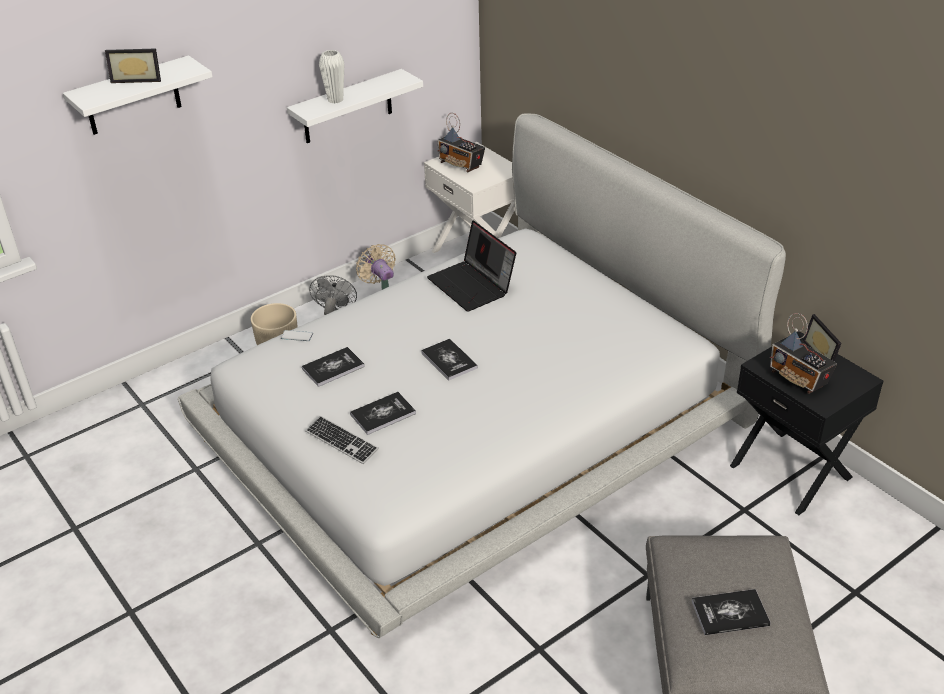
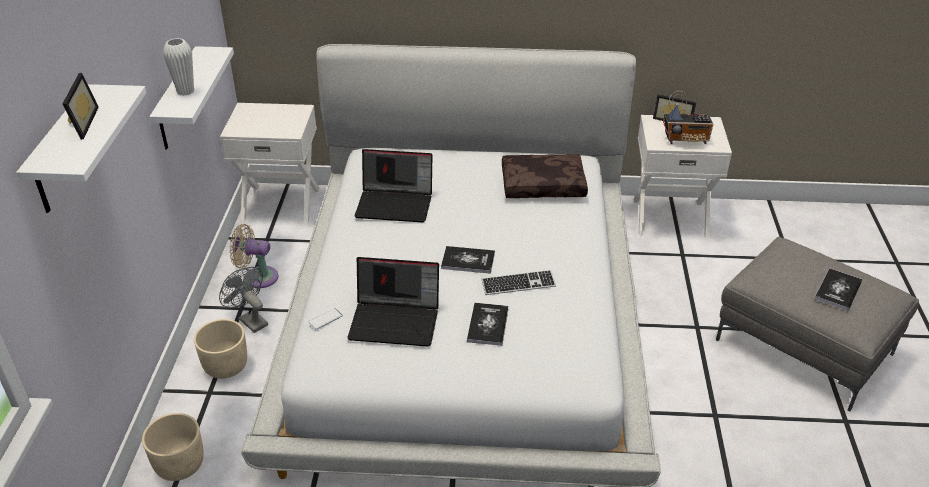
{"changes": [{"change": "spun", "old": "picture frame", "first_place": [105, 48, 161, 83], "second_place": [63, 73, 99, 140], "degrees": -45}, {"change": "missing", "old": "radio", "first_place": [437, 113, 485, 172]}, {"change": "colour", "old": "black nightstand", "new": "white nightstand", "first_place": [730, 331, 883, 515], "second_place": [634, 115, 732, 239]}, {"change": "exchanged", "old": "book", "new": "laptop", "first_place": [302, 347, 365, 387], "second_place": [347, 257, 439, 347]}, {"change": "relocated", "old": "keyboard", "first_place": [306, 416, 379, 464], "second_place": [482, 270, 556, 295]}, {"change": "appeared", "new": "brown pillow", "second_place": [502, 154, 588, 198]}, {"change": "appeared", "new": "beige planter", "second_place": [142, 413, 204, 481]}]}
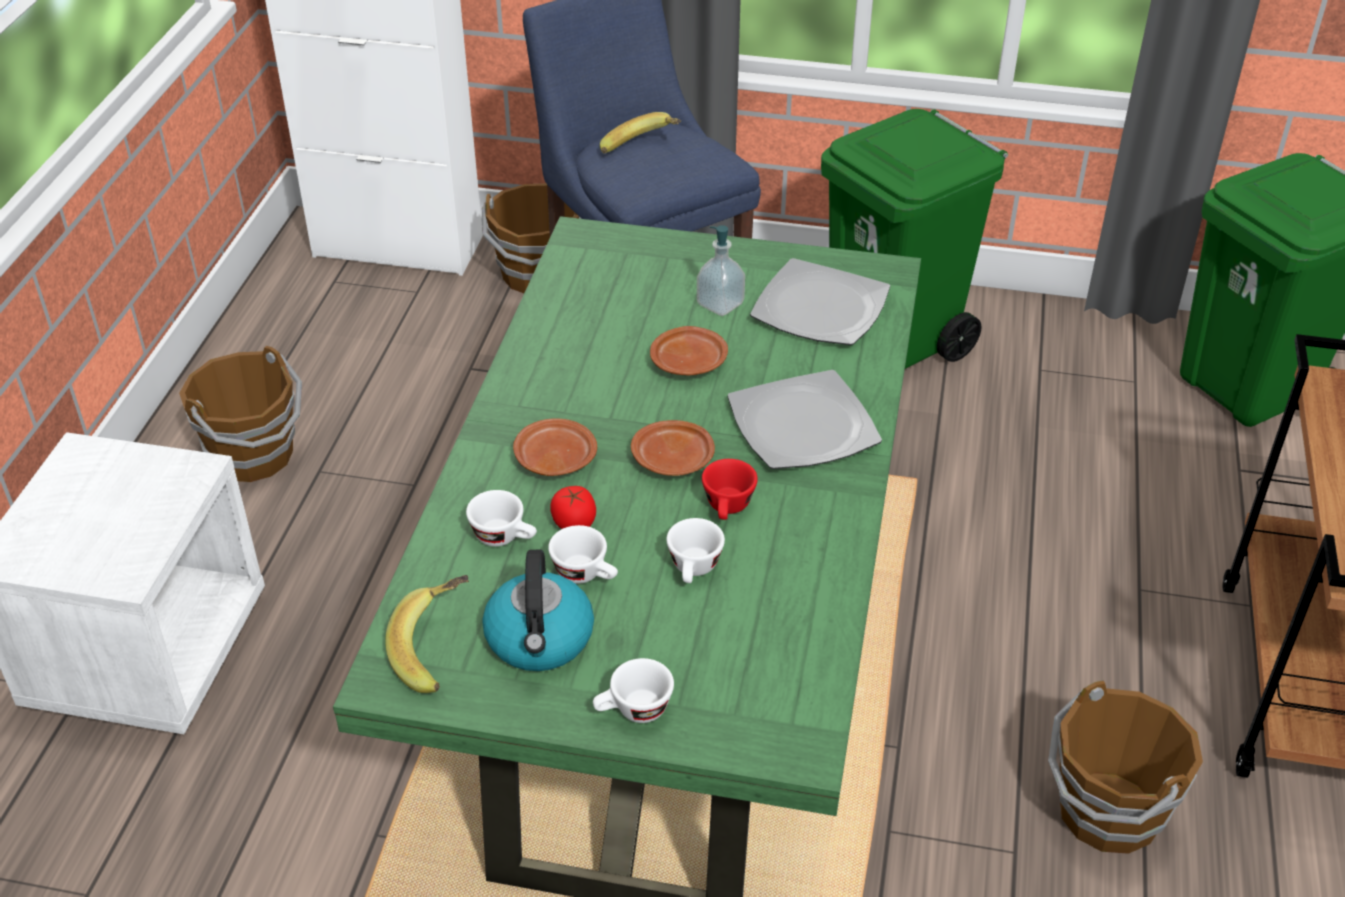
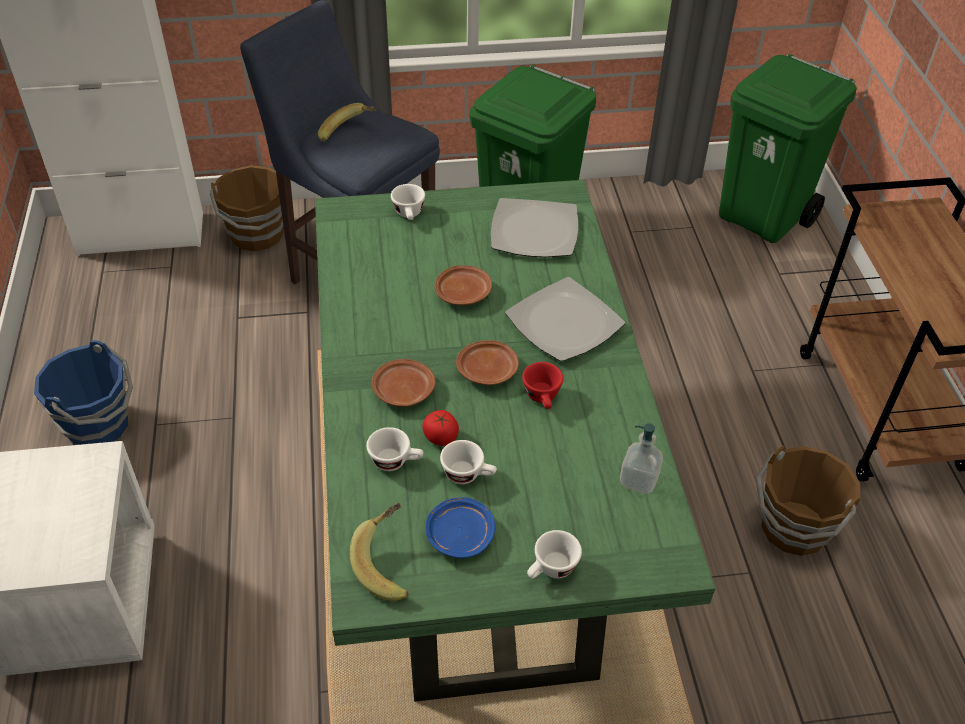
{"changes": [{"change": "relocated", "old": "soap dispenser", "first_place": [697, 225, 745, 316], "second_place": [620, 423, 663, 494]}, {"change": "colour", "old": "brown bucket", "new": "blue bucket", "first_place": [179, 346, 302, 482], "second_place": [34, 340, 133, 445]}, {"change": "relocated", "old": "white cup", "first_place": [666, 518, 725, 583], "second_place": [391, 184, 425, 220]}, {"change": "exchanged", "old": "kettle", "new": "blue plate", "first_place": [482, 550, 594, 671], "second_place": [425, 497, 495, 558]}]}
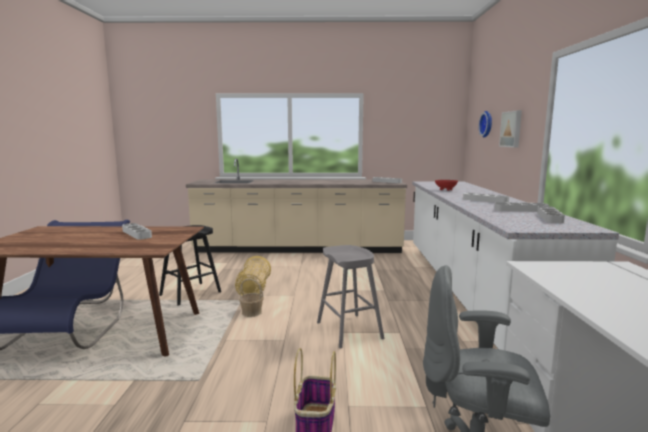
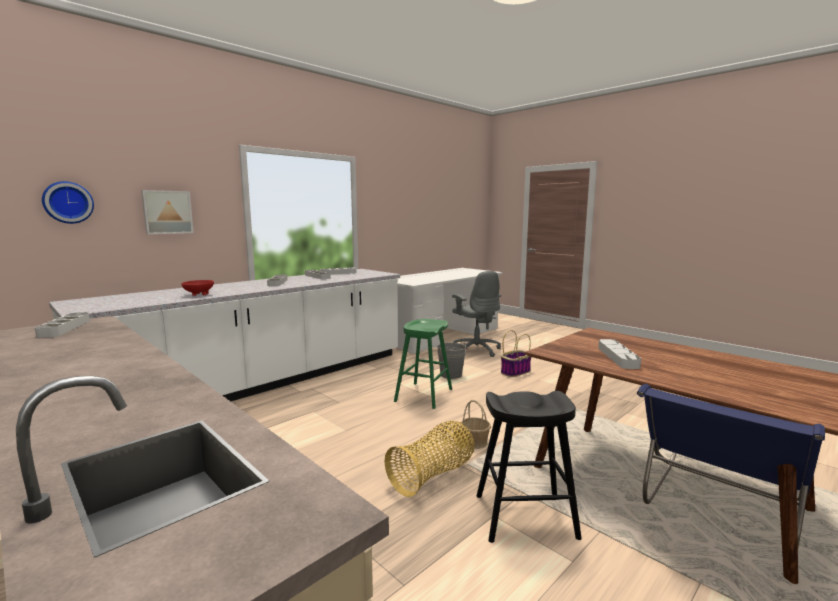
{"changes": [{"change": "colour", "old": "grey stool", "new": "green stool", "first_place": [317, 245, 384, 349], "second_place": [394, 319, 452, 409]}, {"change": "appeared", "new": "grey bucket", "second_place": [437, 343, 466, 379]}]}
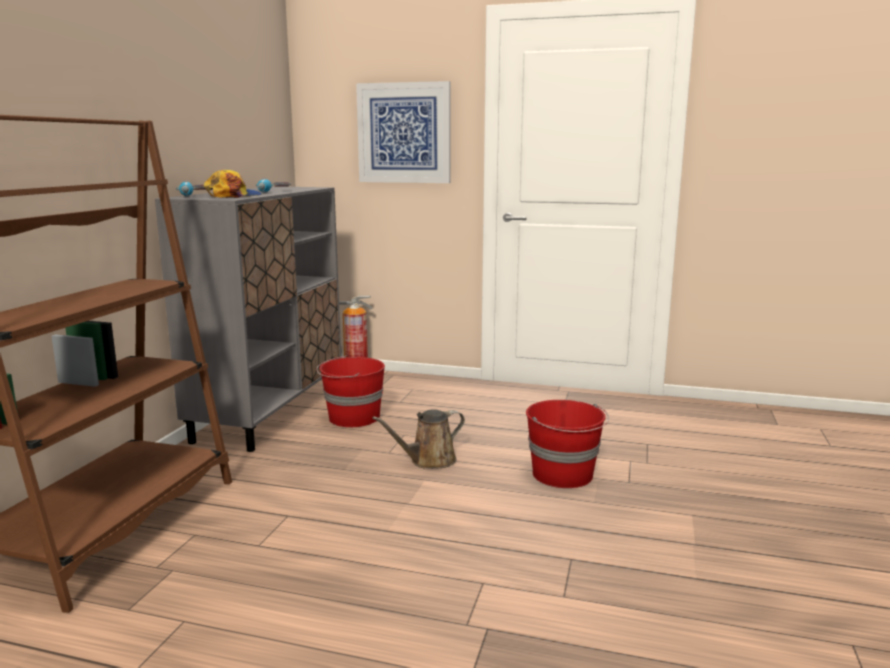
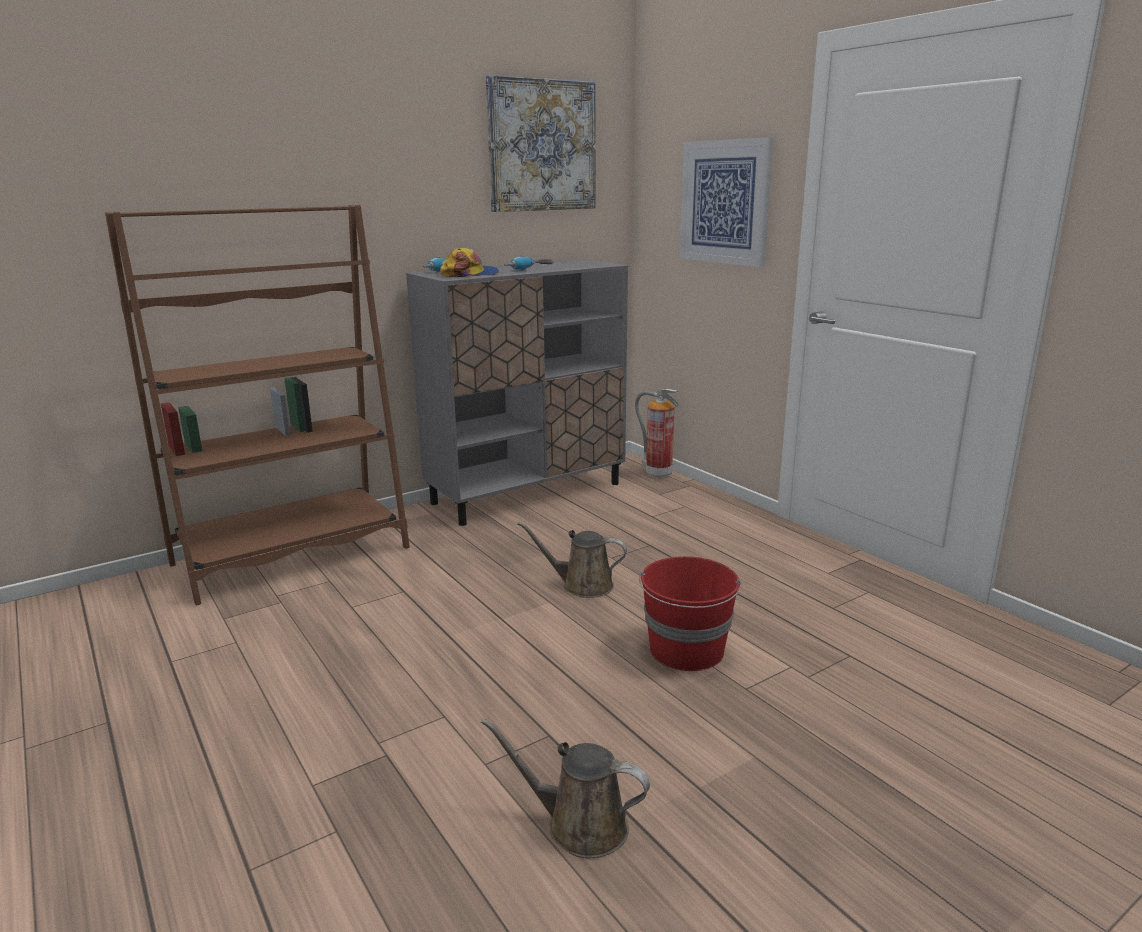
{"changes": [{"change": "missing", "old": "red bucket", "first_place": [316, 355, 385, 427]}, {"change": "appeared", "new": "picture", "second_place": [486, 75, 596, 212]}, {"change": "appeared", "new": "brown watering can", "second_place": [481, 718, 650, 858]}]}
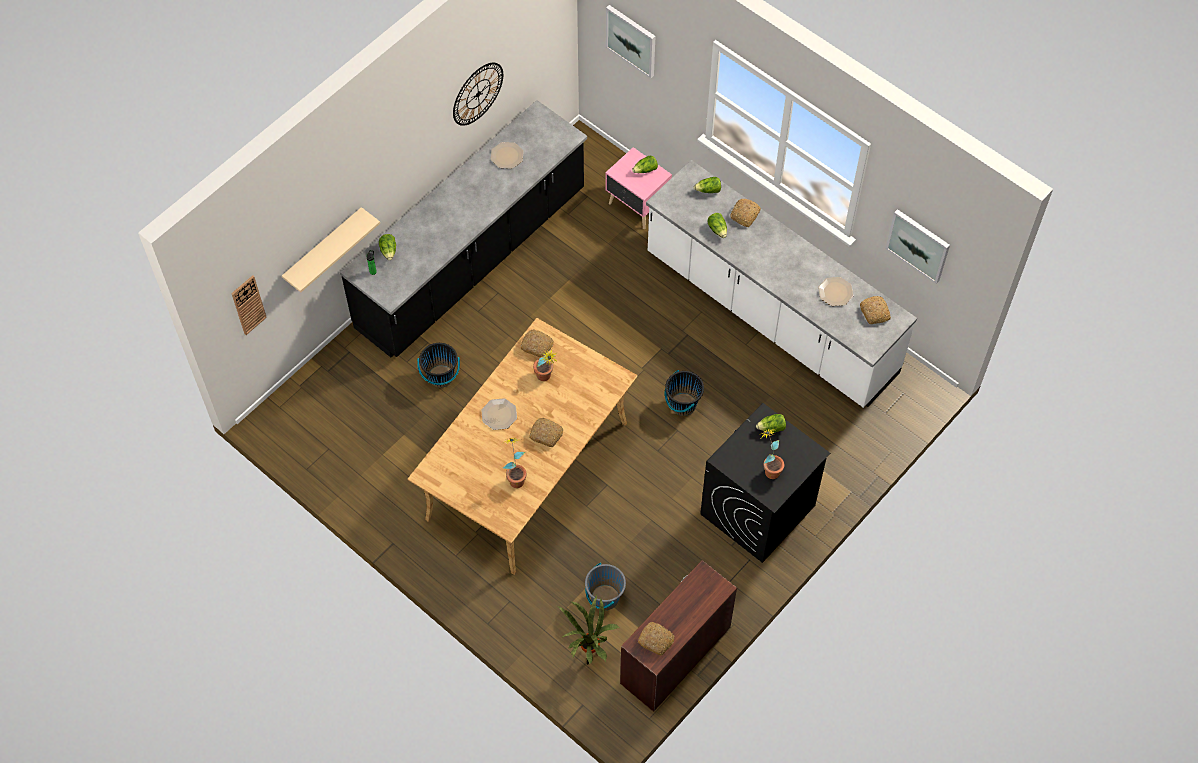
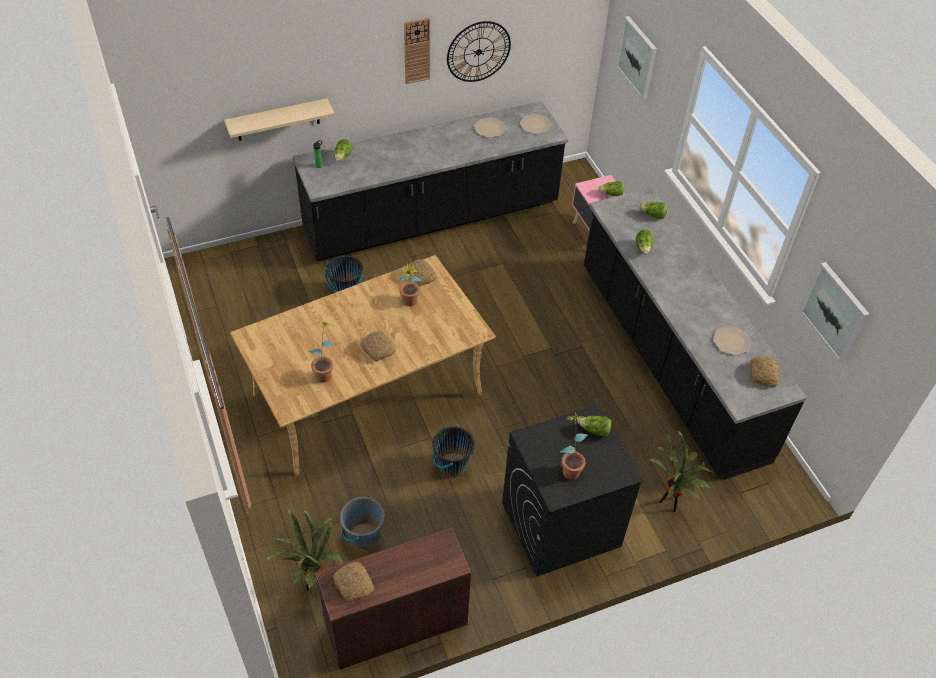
{"changes": [{"change": "colour", "old": "white counter", "new": "black counter", "first_place": [646, 160, 917, 408], "second_place": [584, 188, 807, 480]}, {"change": "missing", "old": "bread", "first_place": [730, 199, 761, 227]}, {"change": "relocated", "old": "wall clock", "first_place": [231, 275, 267, 335], "second_place": [404, 18, 430, 84]}, {"change": "relocated", "old": "black bucket", "first_place": [665, 370, 704, 416], "second_place": [433, 425, 475, 477]}, {"change": "relocated", "old": "plate", "first_place": [481, 398, 517, 430], "second_place": [520, 114, 552, 134]}, {"change": "appeared", "new": "potted plant", "second_place": [647, 430, 712, 512]}]}
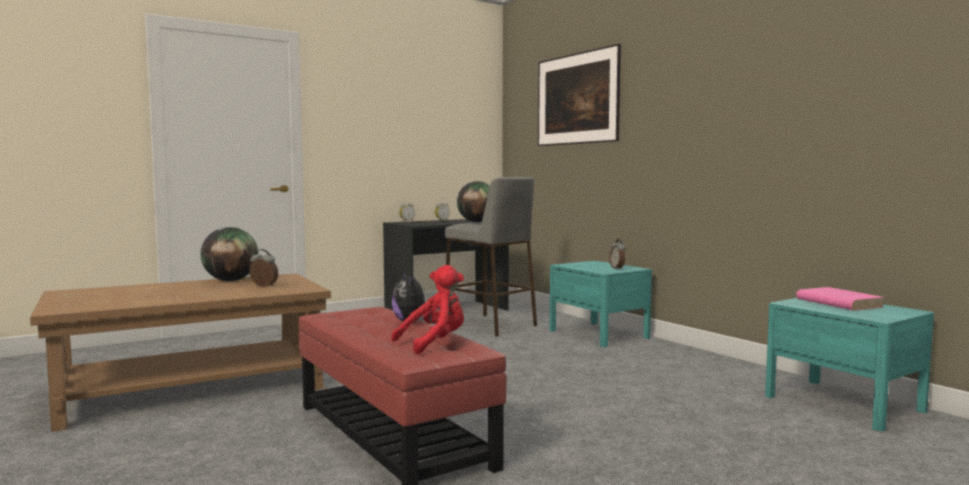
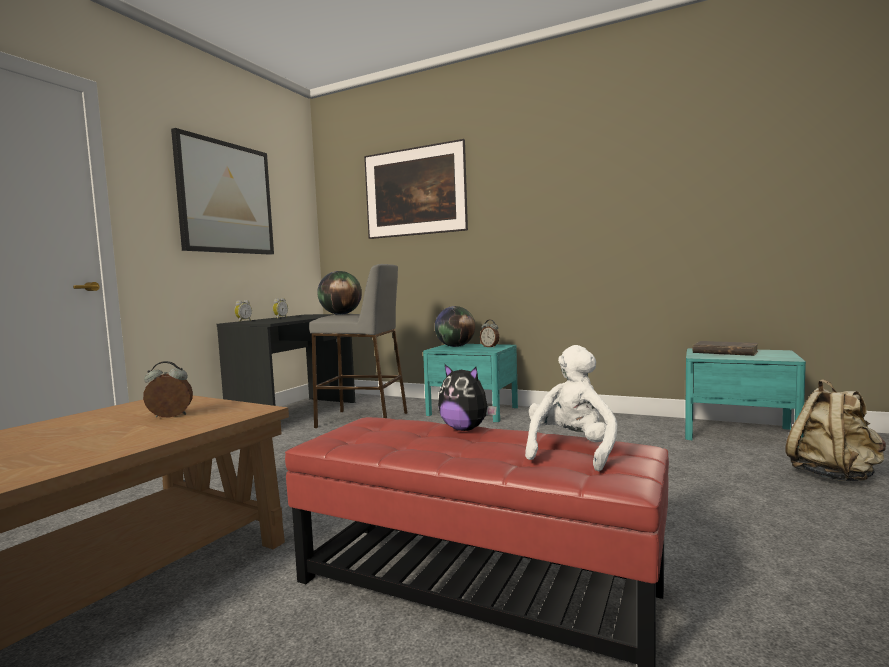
{"changes": [{"change": "relocated", "old": "globe", "first_place": [201, 227, 258, 281], "second_place": [435, 306, 475, 347]}, {"change": "colour", "old": "red plush toy", "new": "white plush toy", "first_place": [391, 265, 464, 354], "second_place": [525, 345, 618, 471]}, {"change": "colour", "old": "pink book", "new": "brown book", "first_place": [796, 287, 885, 311], "second_place": [692, 341, 758, 356]}, {"change": "appeared", "new": "picture", "second_place": [171, 128, 274, 255]}, {"change": "appeared", "new": "beige backpack", "second_place": [785, 379, 886, 481]}]}
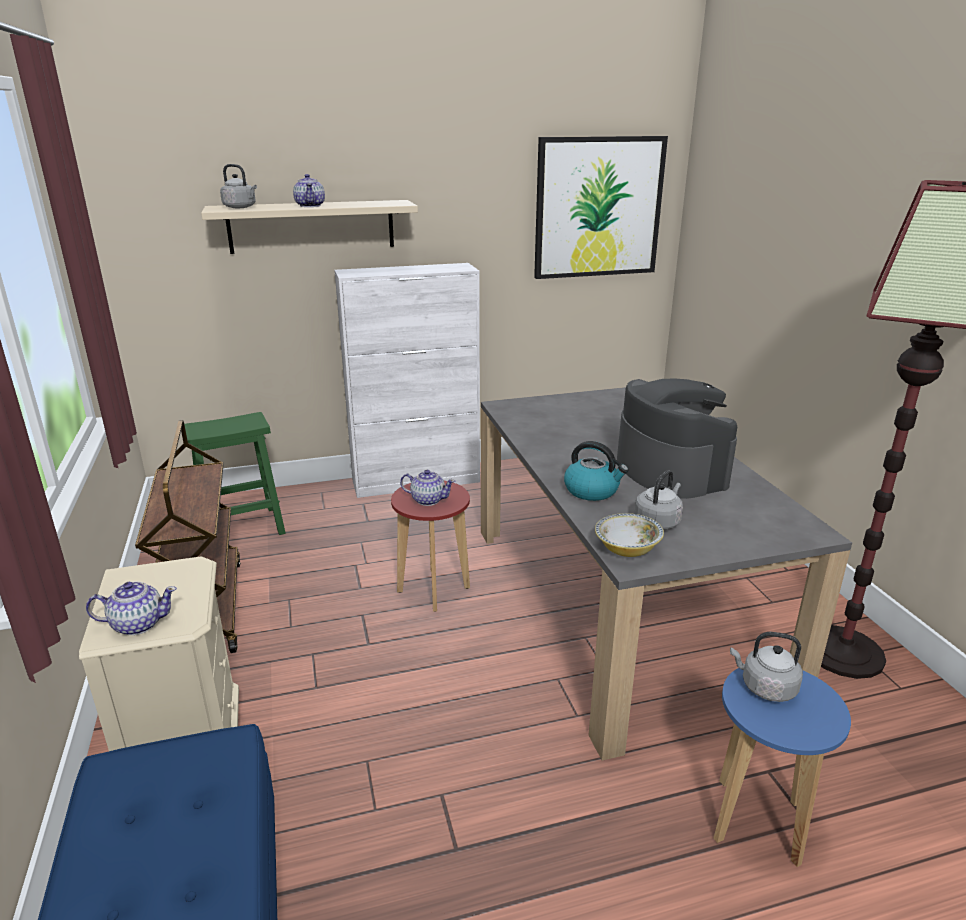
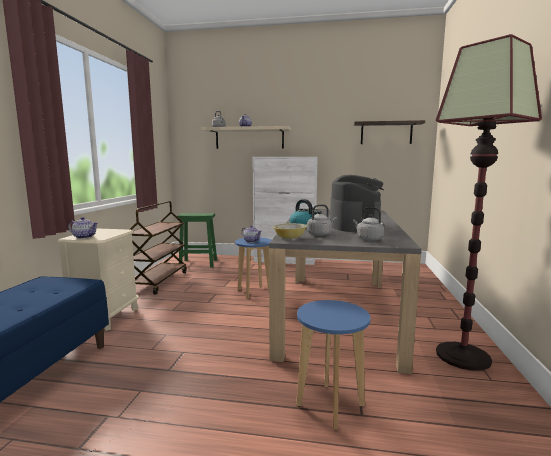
{"changes": [{"change": "exchanged", "old": "picture", "new": "shelf", "first_place": [534, 136, 668, 279], "second_place": [354, 120, 425, 144]}, {"change": "colour", "old": "red stool", "new": "blue stool", "first_place": [391, 481, 470, 612], "second_place": [235, 237, 271, 299]}, {"change": "relocated", "old": "grey kettle", "first_place": [730, 632, 803, 702], "second_place": [353, 207, 384, 241]}]}
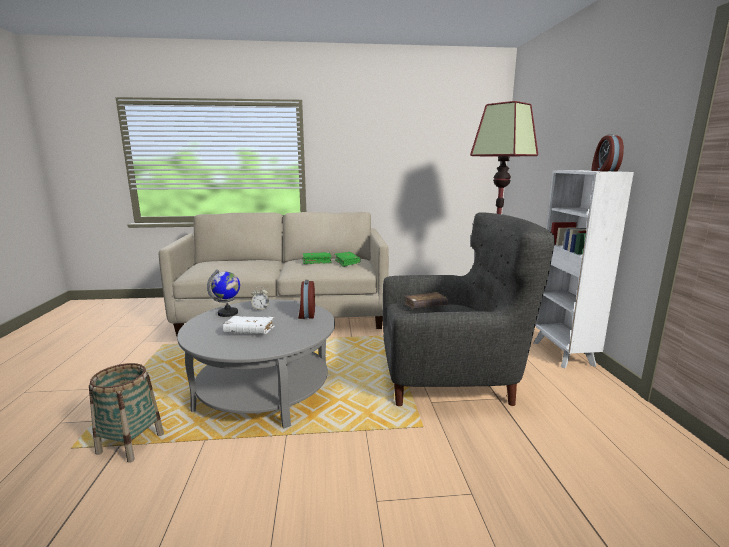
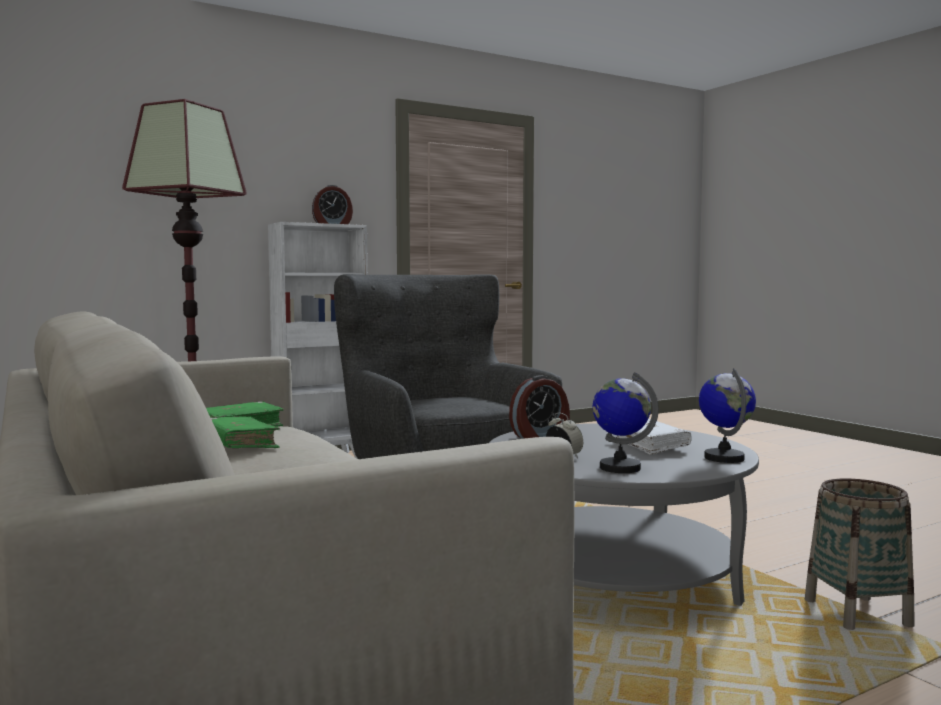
{"changes": [{"change": "missing", "old": "brown book", "first_place": [404, 292, 448, 309]}, {"change": "appeared", "new": "globe", "second_place": [699, 368, 756, 463]}]}
